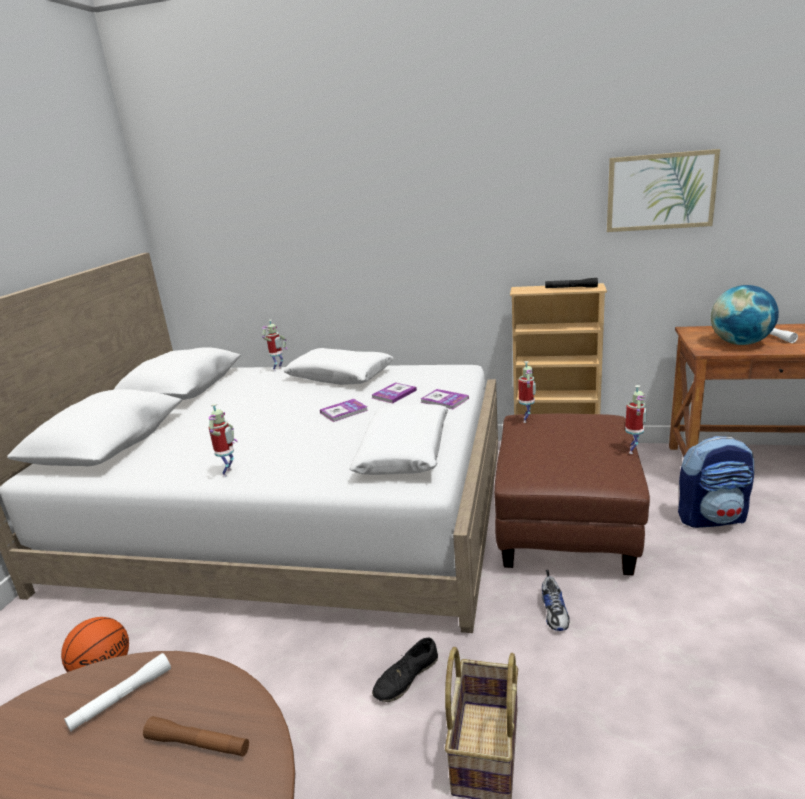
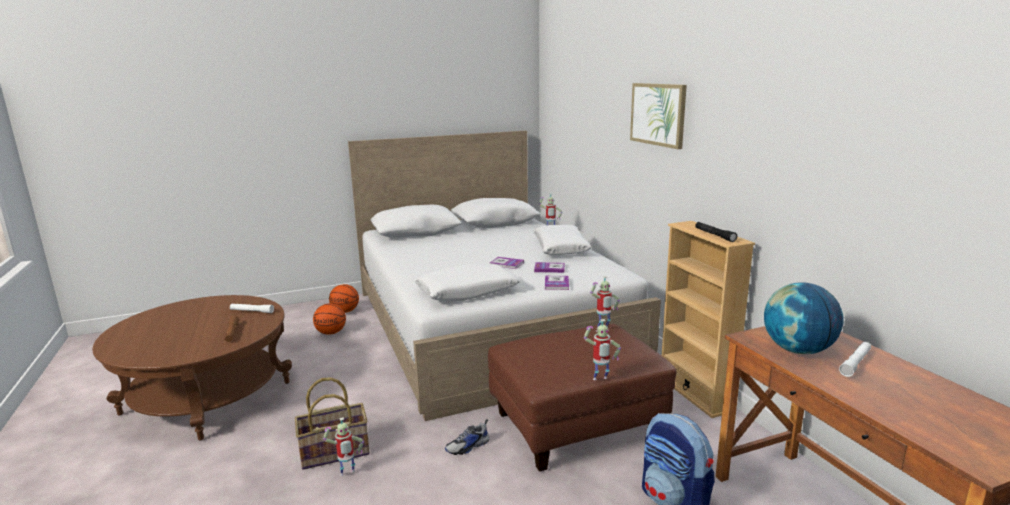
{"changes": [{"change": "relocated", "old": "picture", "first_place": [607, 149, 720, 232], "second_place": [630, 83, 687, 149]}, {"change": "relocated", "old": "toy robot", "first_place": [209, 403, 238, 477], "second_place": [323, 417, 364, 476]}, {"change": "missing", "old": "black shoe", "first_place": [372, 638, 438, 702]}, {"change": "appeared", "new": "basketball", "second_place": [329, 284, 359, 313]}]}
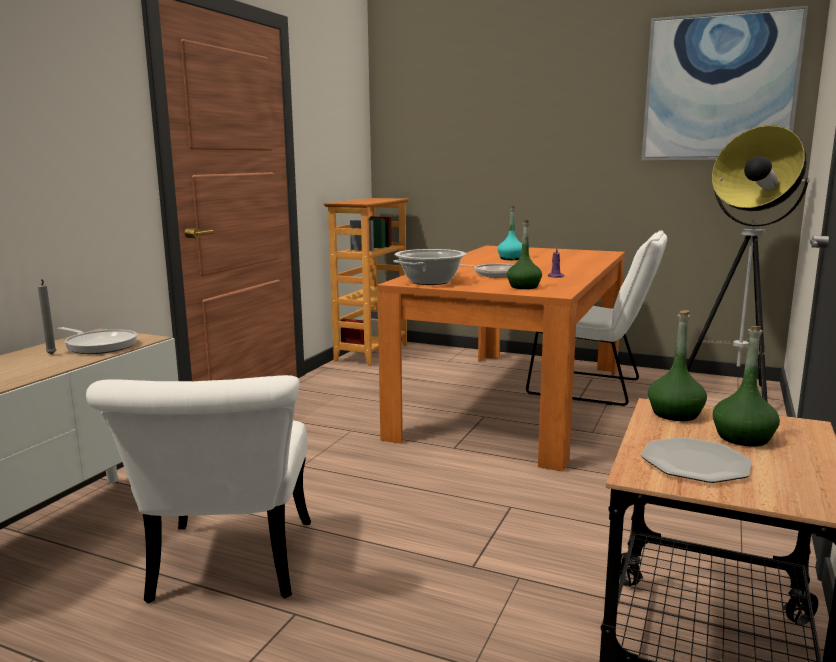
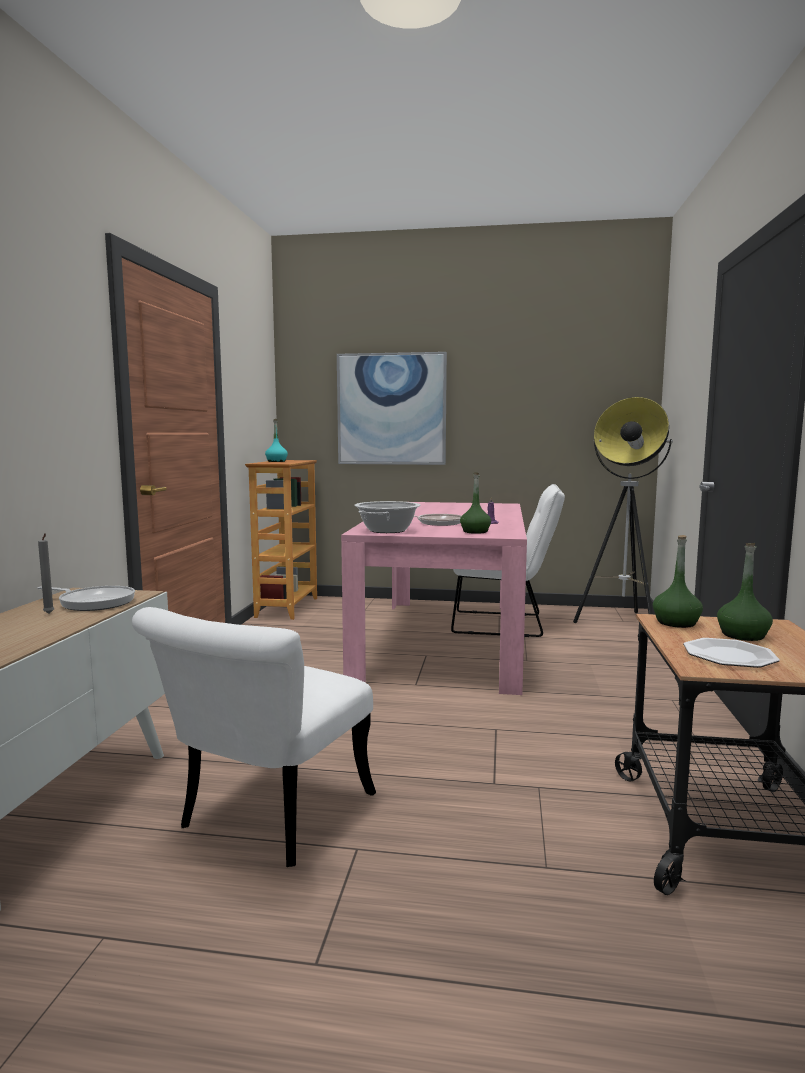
{"changes": [{"change": "relocated", "old": "picture", "first_place": [642, 6, 808, 160], "second_place": [337, 352, 447, 465]}, {"change": "relocated", "old": "turquoise bottle", "first_place": [498, 206, 522, 260], "second_place": [265, 419, 288, 462]}, {"change": "colour", "old": "orange dining table", "new": "pink dining table", "first_place": [377, 246, 625, 472], "second_place": [341, 502, 527, 695]}, {"change": "spun", "old": "white chair", "first_place": [86, 375, 311, 603], "second_place": [132, 607, 376, 867], "degrees": 45}]}
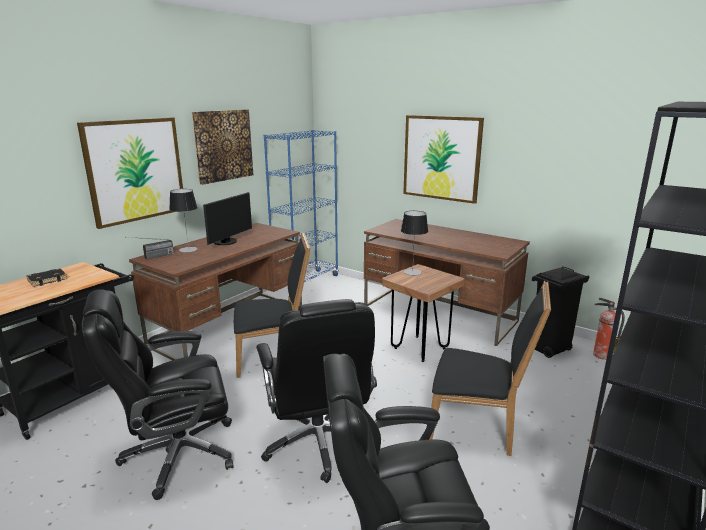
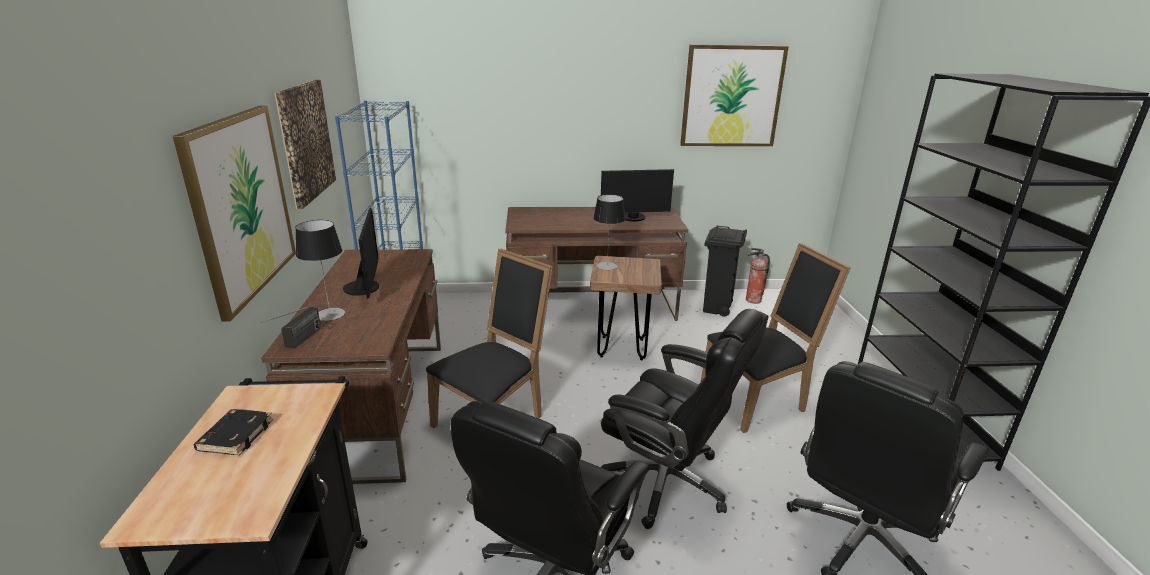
{"changes": [{"change": "relocated", "old": "picture", "first_place": [403, 115, 484, 204], "second_place": [680, 45, 789, 146]}, {"change": "appeared", "new": "monitor", "second_place": [601, 169, 674, 221]}]}
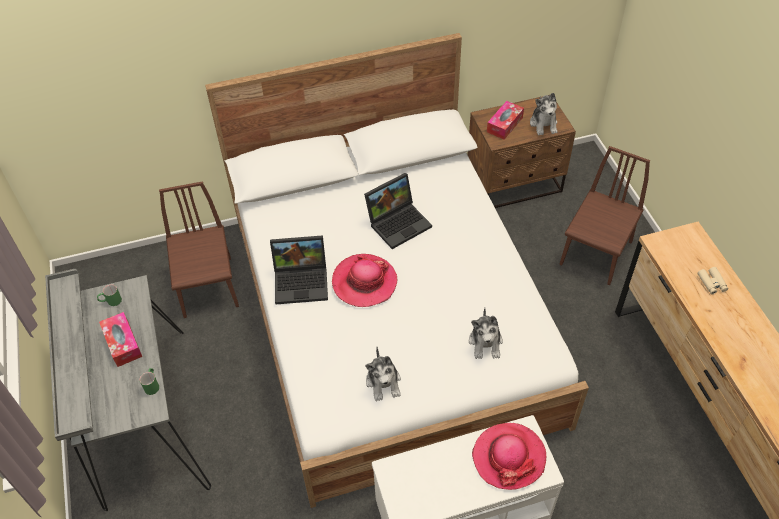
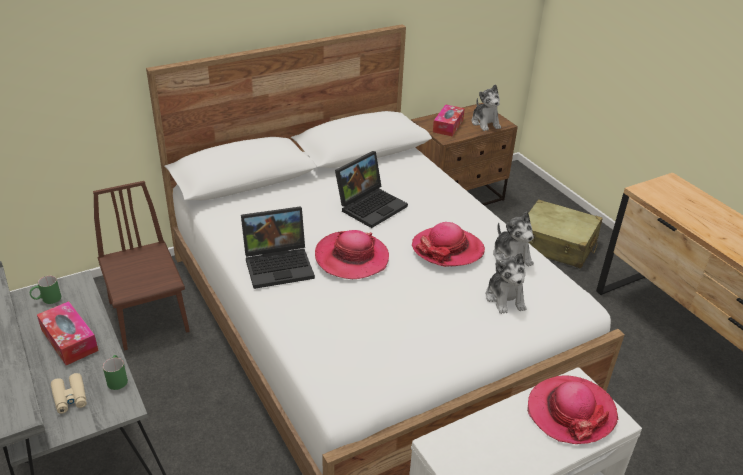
{"changes": [{"change": "exchanged", "old": "brown chair", "new": "beige suitcase", "first_place": [559, 146, 650, 285], "second_place": [528, 199, 602, 269]}, {"change": "relocated", "old": "beige binoculars", "first_place": [697, 267, 728, 295], "second_place": [51, 373, 87, 414]}, {"change": "relocated", "old": "plush toy", "first_place": [365, 347, 401, 401], "second_place": [493, 212, 534, 267]}, {"change": "appeared", "new": "hat", "second_place": [412, 222, 485, 267]}]}
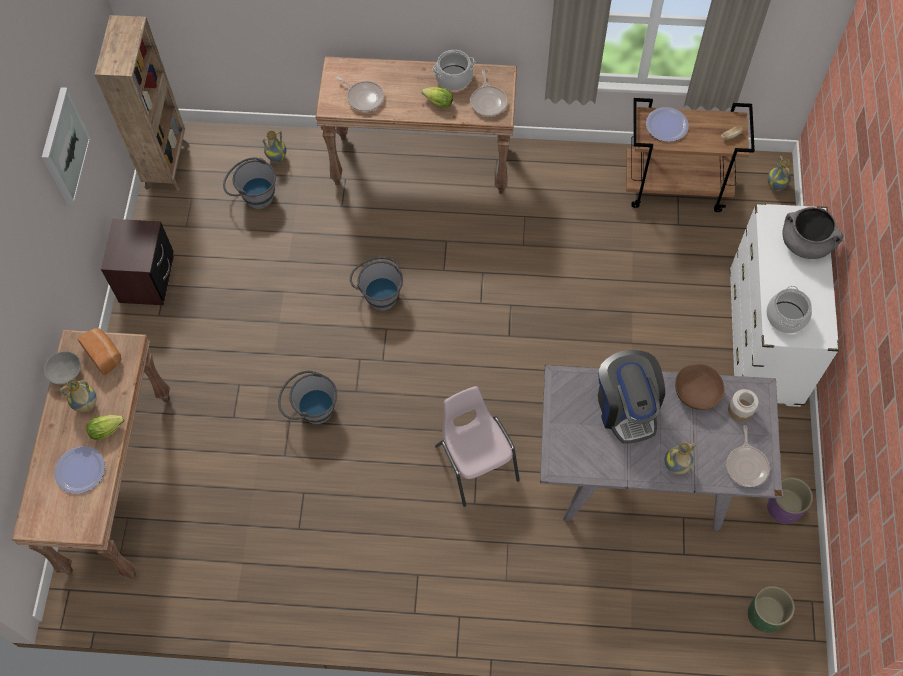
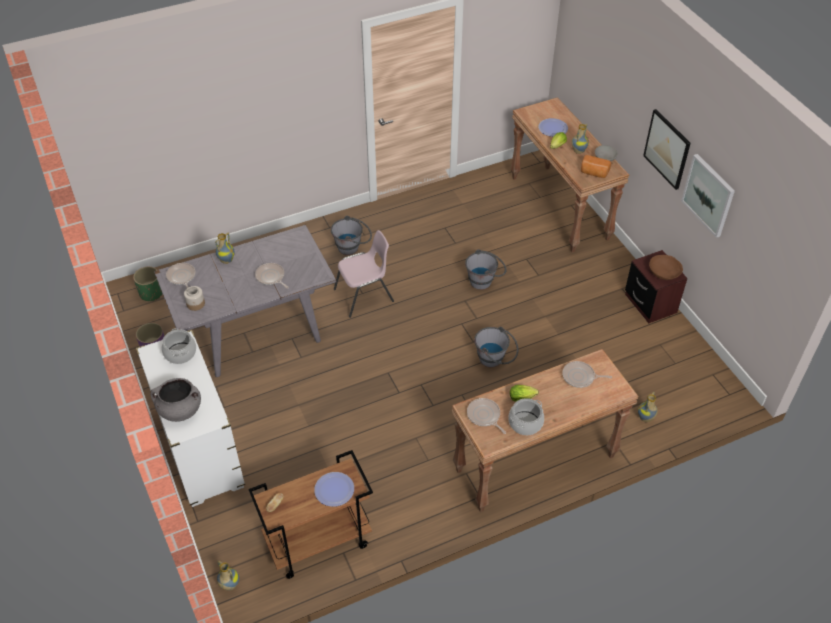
{"changes": [{"change": "missing", "old": "brown bookcase", "first_place": [95, 15, 189, 191]}, {"change": "relocated", "old": "grey bucket", "first_place": [223, 157, 276, 209], "second_place": [331, 216, 372, 255]}, {"change": "exchanged", "old": "coffee machine", "new": "frying pan", "first_place": [598, 350, 665, 444], "second_place": [255, 263, 289, 289]}, {"change": "relocated", "old": "brown bowl", "first_place": [675, 364, 725, 410], "second_place": [649, 255, 683, 280]}, {"change": "spun", "old": "pink chair", "first_place": [435, 386, 520, 507], "second_place": [334, 230, 394, 318], "degrees": -60}, {"change": "appeared", "new": "picture", "second_place": [643, 109, 691, 190]}]}
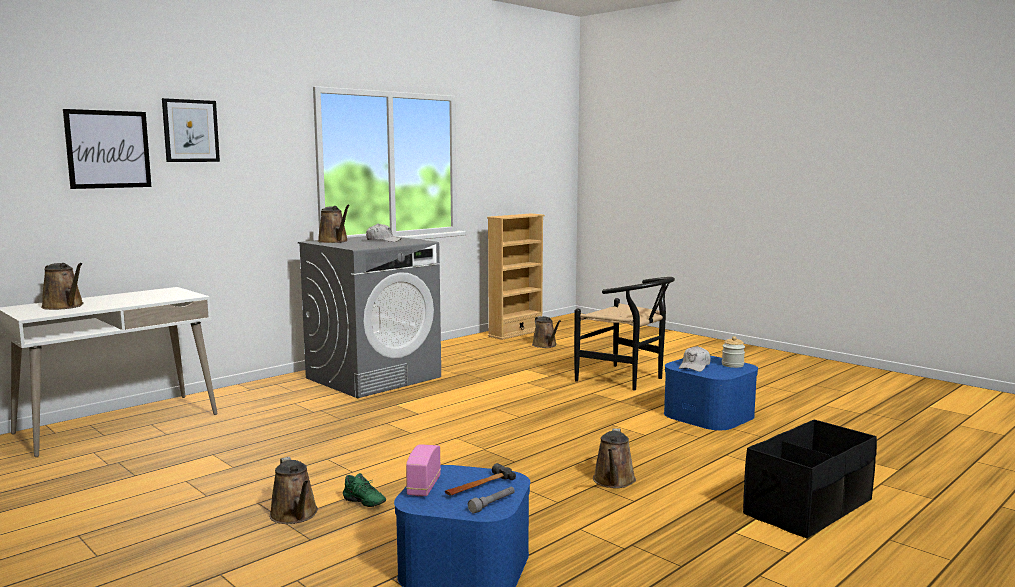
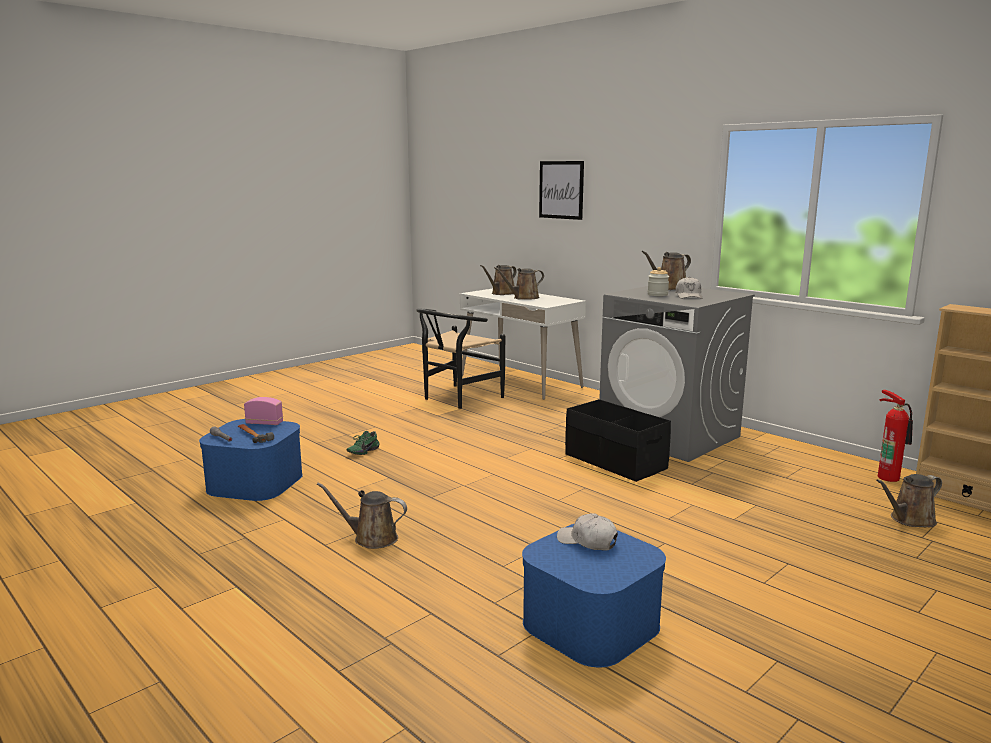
{"changes": [{"change": "missing", "old": "picture", "first_place": [162, 98, 220, 162]}, {"change": "relocated", "old": "black chair", "first_place": [574, 277, 675, 391], "second_place": [416, 308, 505, 409]}, {"change": "relocated", "old": "jar", "first_place": [722, 336, 745, 368], "second_place": [648, 267, 669, 296]}, {"change": "relocated", "old": "black storage box", "first_place": [743, 420, 877, 538], "second_place": [565, 399, 671, 482]}, {"change": "relocated", "old": "brown watering can", "first_place": [269, 457, 318, 524], "second_place": [494, 267, 544, 300]}, {"change": "appeared", "new": "fire extinguisher", "second_place": [878, 390, 913, 482]}]}
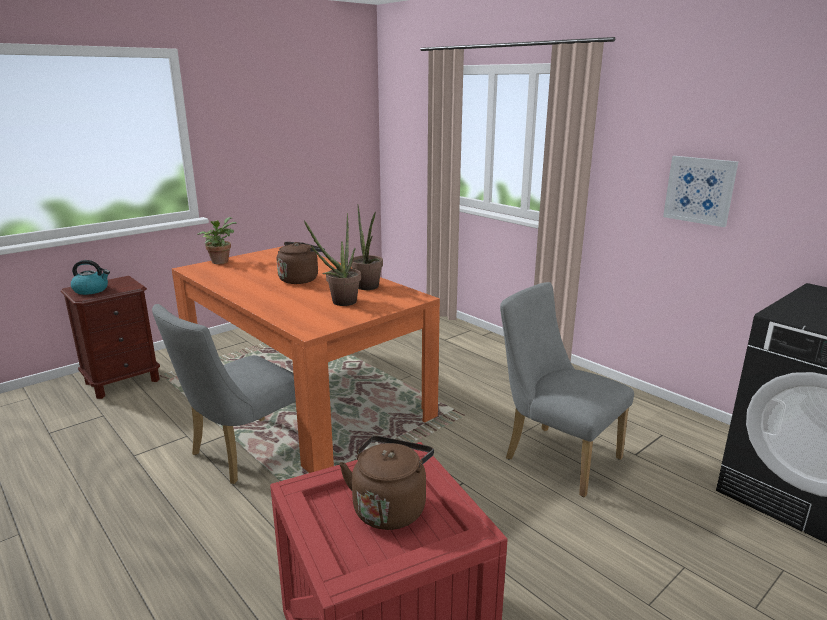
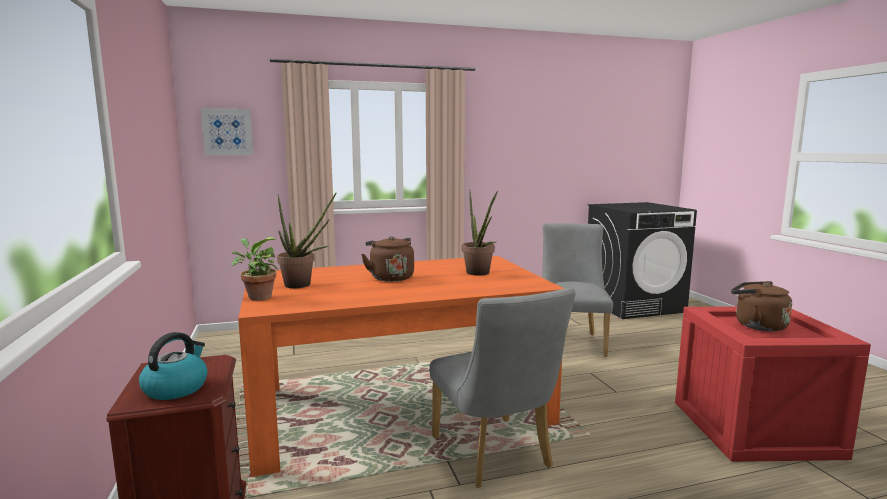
{"changes": [{"change": "relocated", "old": "picture", "first_place": [663, 156, 738, 227], "second_place": [201, 108, 253, 155]}, {"change": "relocated", "old": "potted plant", "first_place": [351, 206, 383, 290], "second_place": [277, 192, 337, 288]}, {"change": "spun", "old": "grey chair", "first_place": [500, 282, 634, 497], "second_place": [542, 223, 613, 357], "degrees": 120}]}
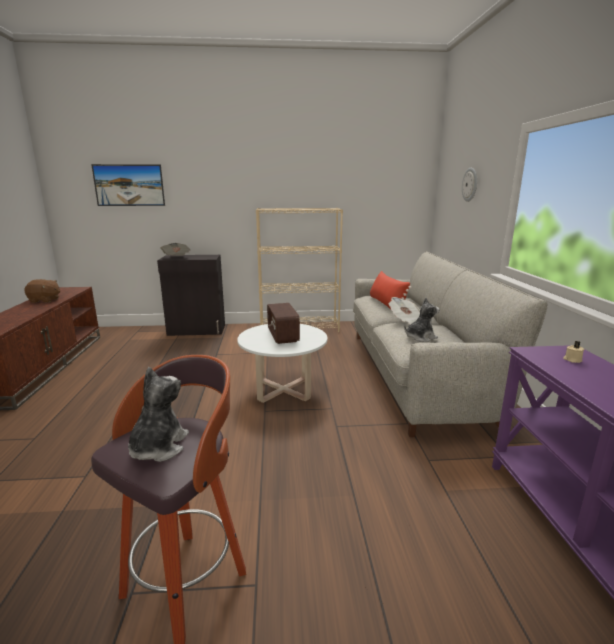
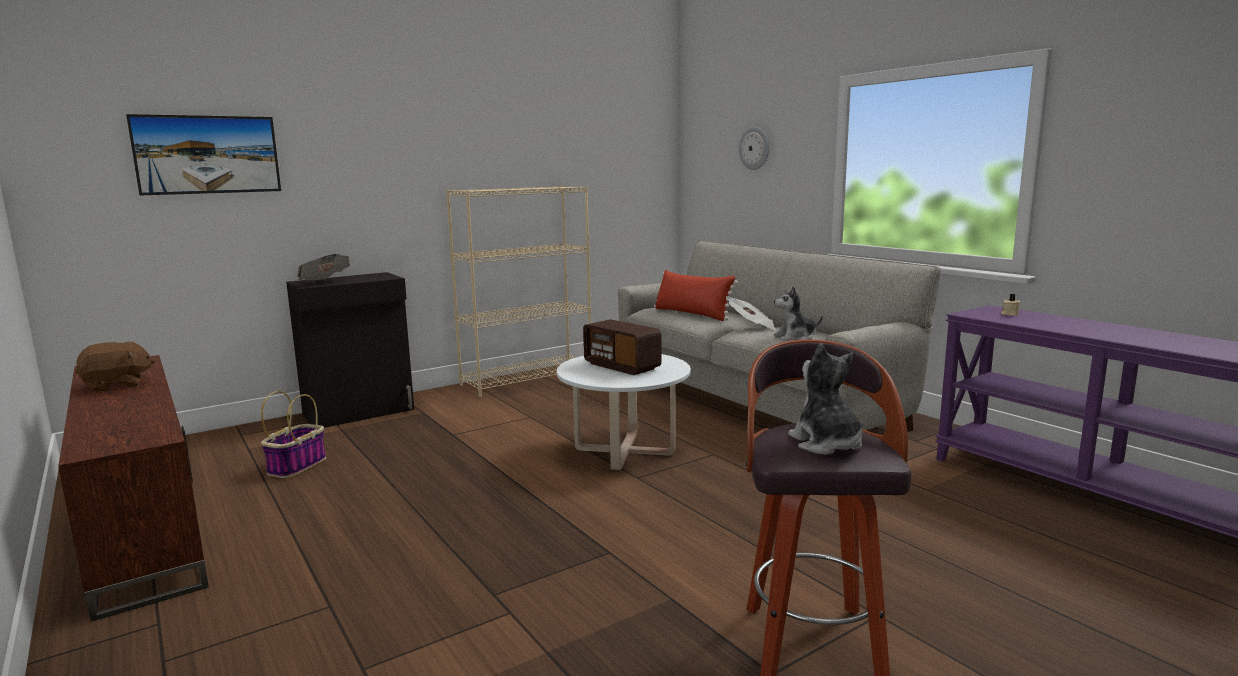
{"changes": [{"change": "spun", "old": "plush toy", "first_place": [404, 298, 440, 342], "second_place": [774, 286, 823, 341], "degrees": -135}, {"change": "appeared", "new": "basket", "second_place": [261, 391, 326, 478]}]}
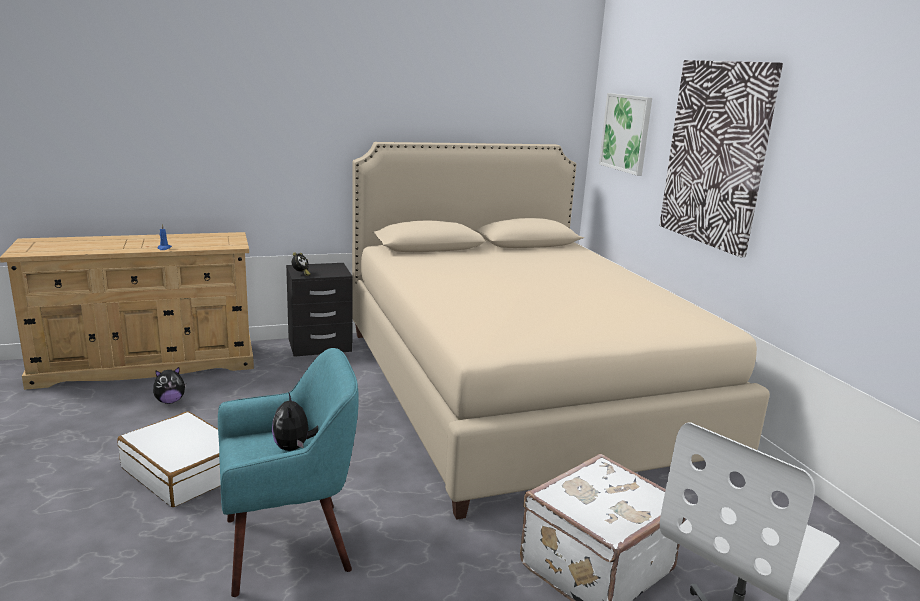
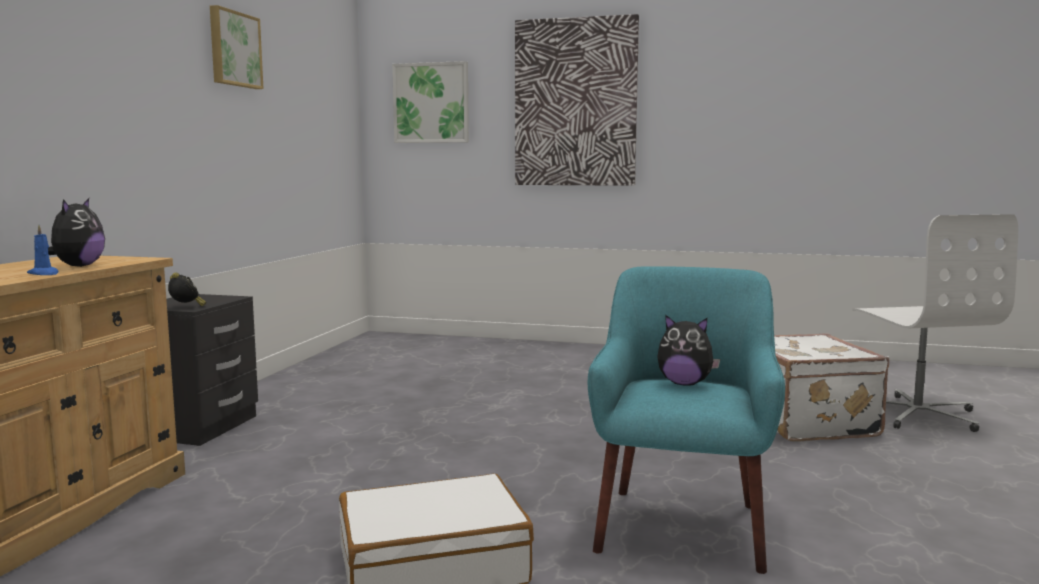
{"changes": [{"change": "missing", "old": "beige bed", "first_place": [352, 142, 770, 520]}, {"change": "relocated", "old": "plush toy", "first_place": [153, 367, 186, 404], "second_place": [48, 198, 105, 267]}, {"change": "appeared", "new": "picture", "second_place": [210, 5, 263, 89]}]}
